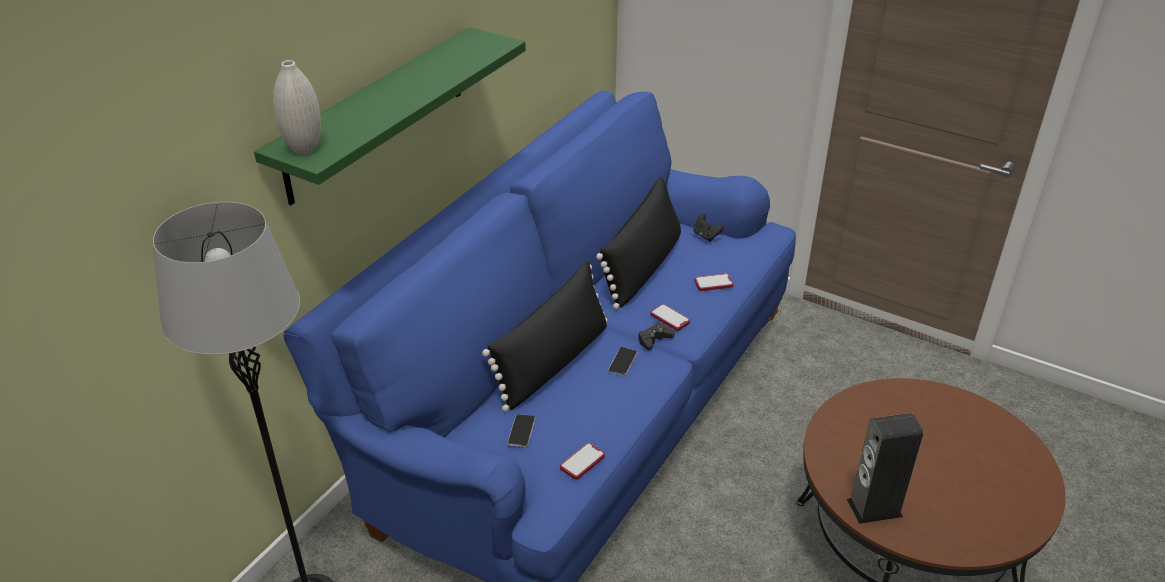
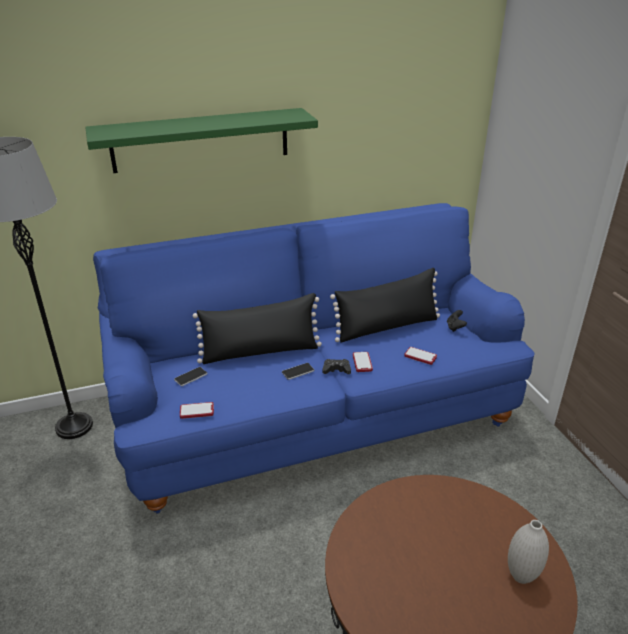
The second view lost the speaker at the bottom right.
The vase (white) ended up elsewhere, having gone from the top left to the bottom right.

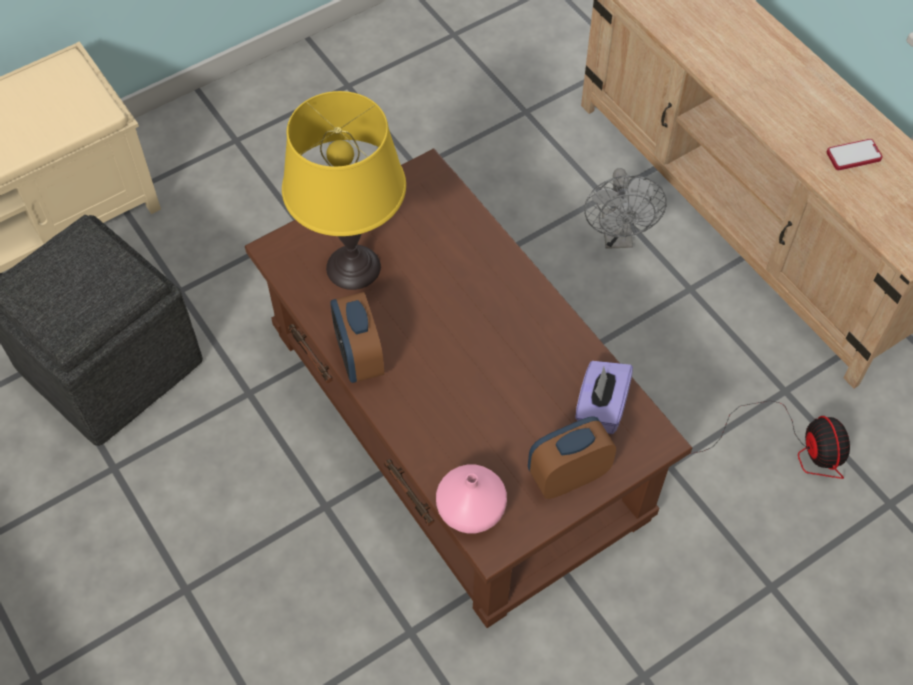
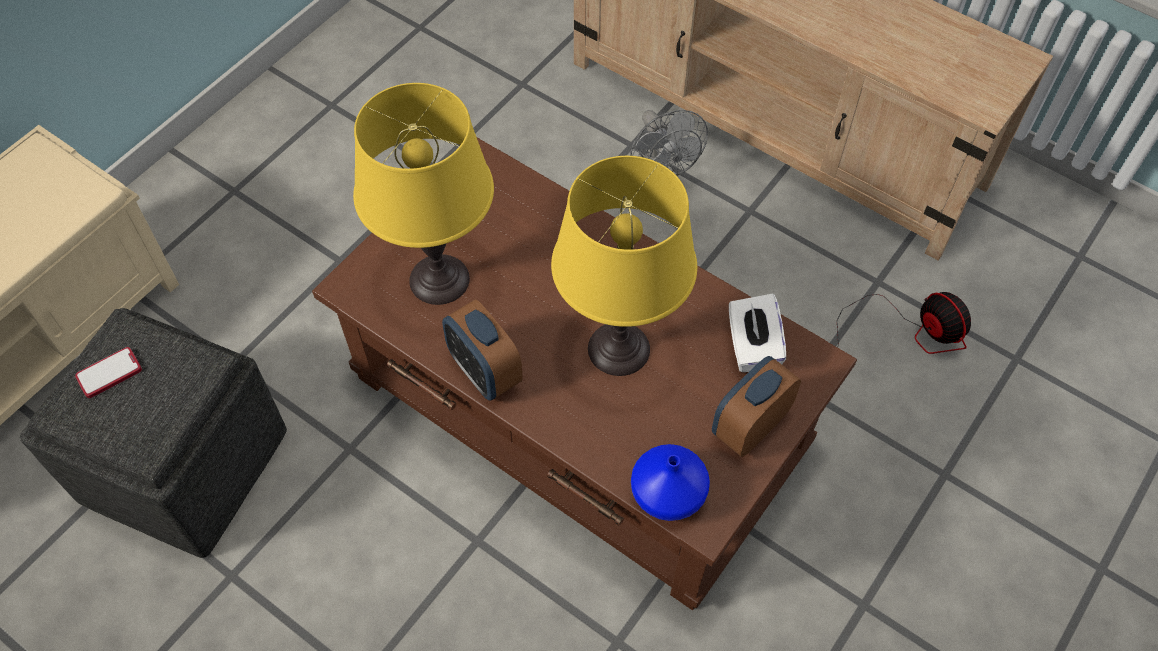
The second view gained the table lamp (yellow) (no. 2 from left) at the centre.
The phone ended up elsewhere, having gone from the top right to the middle left.
What was the vase (pink) at the bottom centre turned into the vase (blue) at the bottom centre.
What was the tissue box (purple) at the centre turned into the tissue box (white) at the centre.

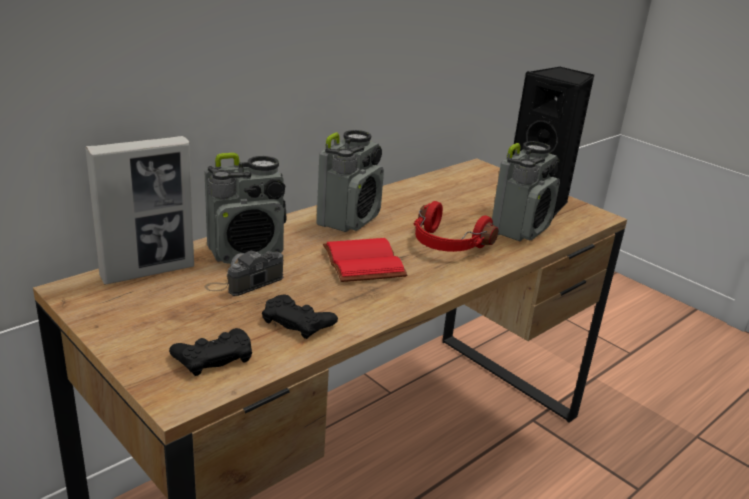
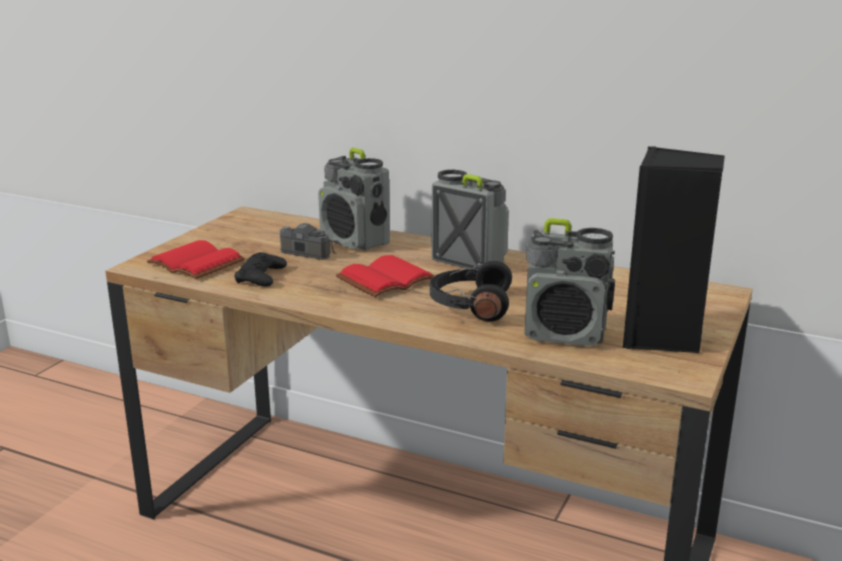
The second view lost the picture frame at the middle left.
Where the game controller (black) (no. 1 from left) stood at the bottom left, the book (red) (no. 1 from left) came to stand at the middle left.
What was the headphones (red) at the centre turned into the headphones (black) at the centre.
The radio (no. 2 from left) at the centre ended up facing another way, 150 degrees counterclockwise from before.

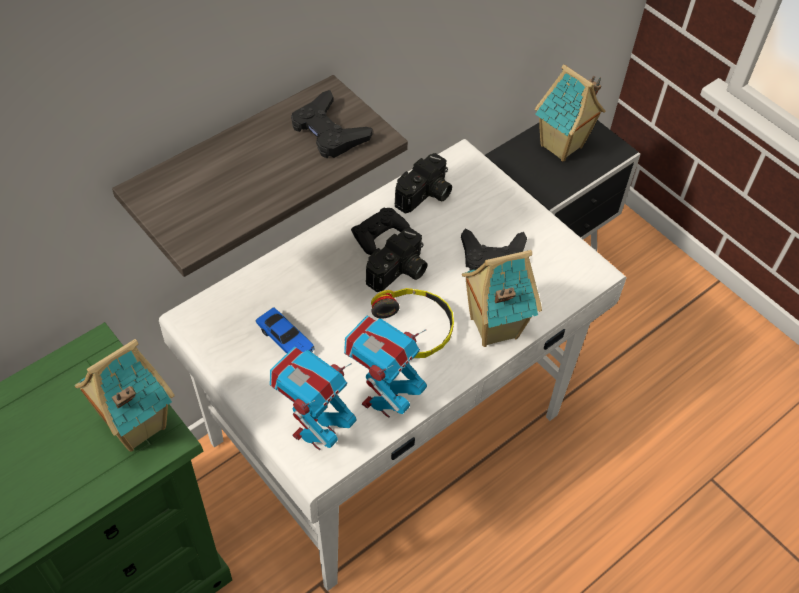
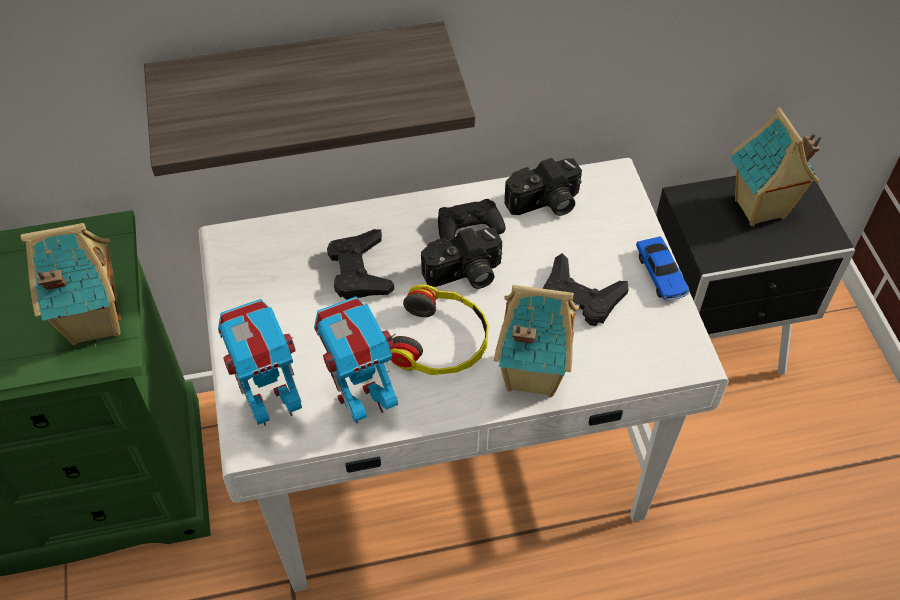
The toy car ended up elsewhere, having gone from the centre to the middle right.
The game controller (black) (no. 1 from left) ended up elsewhere, having gone from the top centre to the centre.

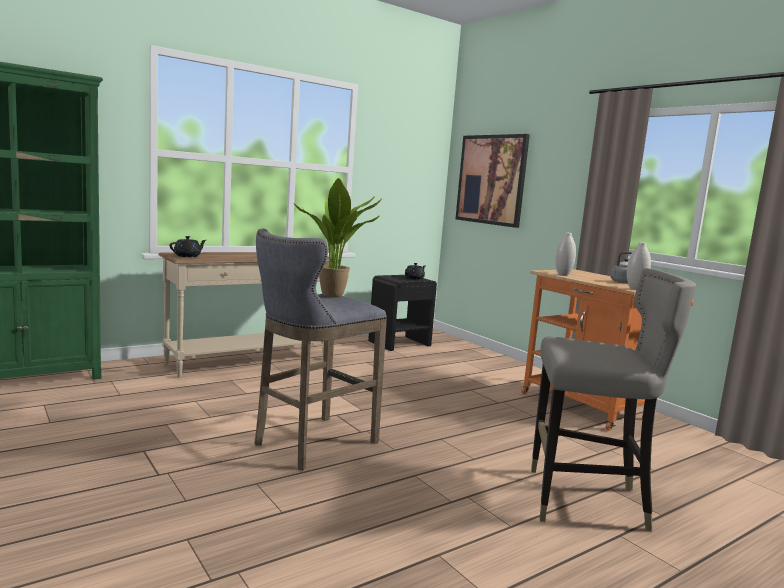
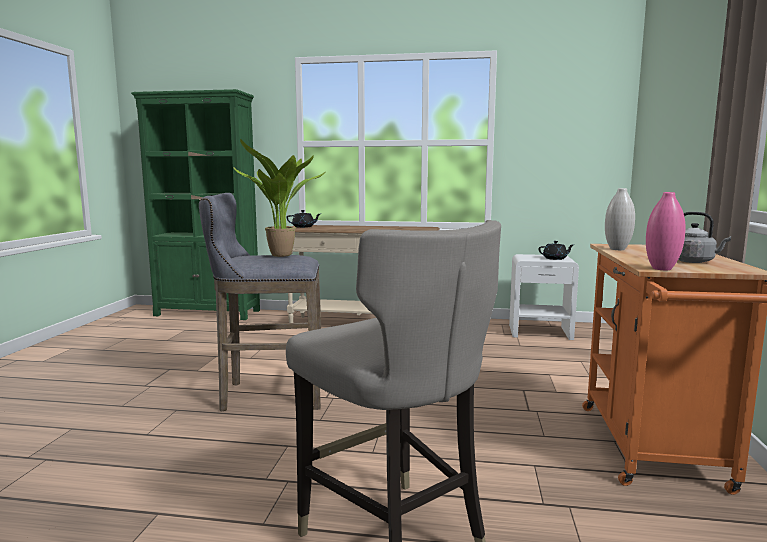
The second view lost the picture at the top centre.
What was the nightstand (black) at the centre turned into the nightstand (white) at the middle right.
What was the vase (white) (no. 2 from left) at the middle right turned into the vase (pink) at the middle right.

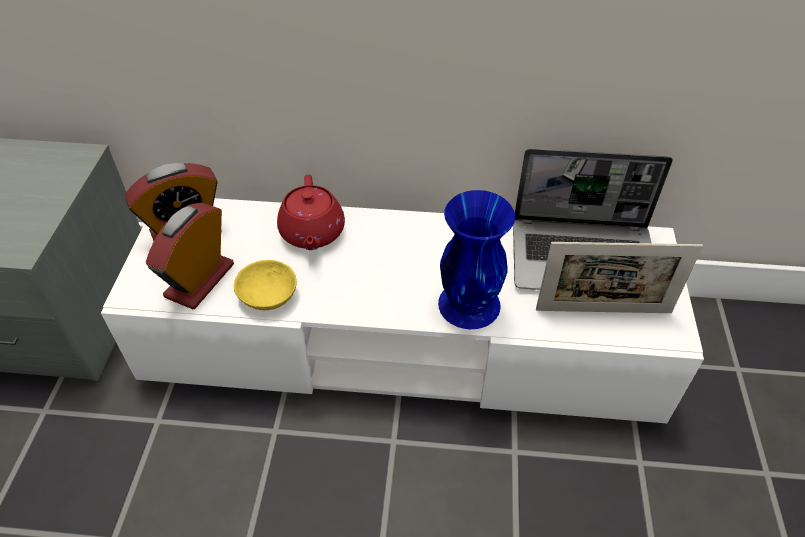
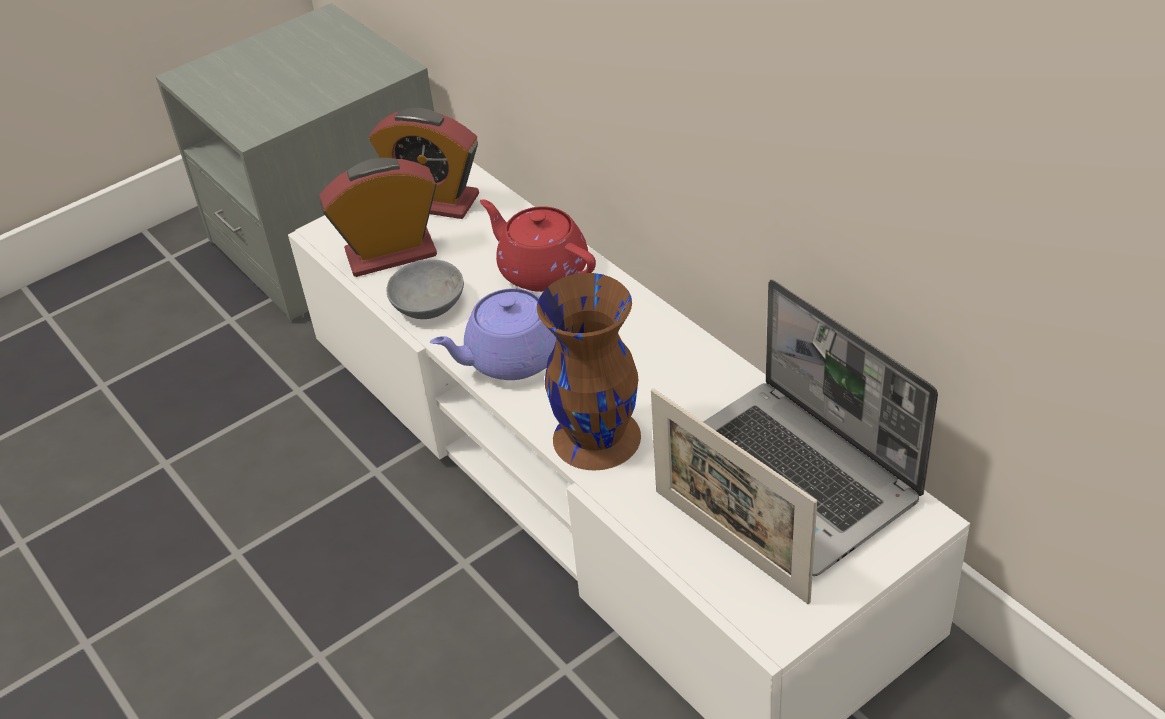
The second view gained the teapot (purple) at the centre.
What was the bowl (yellow) at the middle left turned into the bowl (grey) at the centre.
What was the vase (blue) at the centre turned into the vase (brown) at the centre.
The teapot (red) at the centre ended up facing another way, 90 degrees clockwise from before.

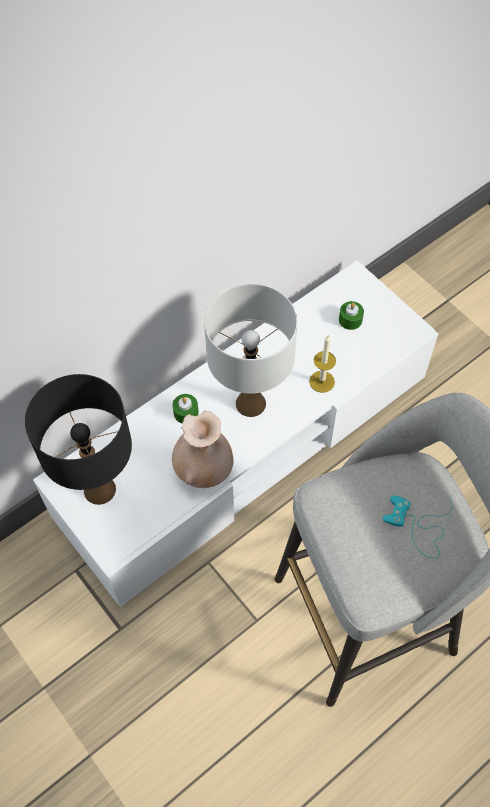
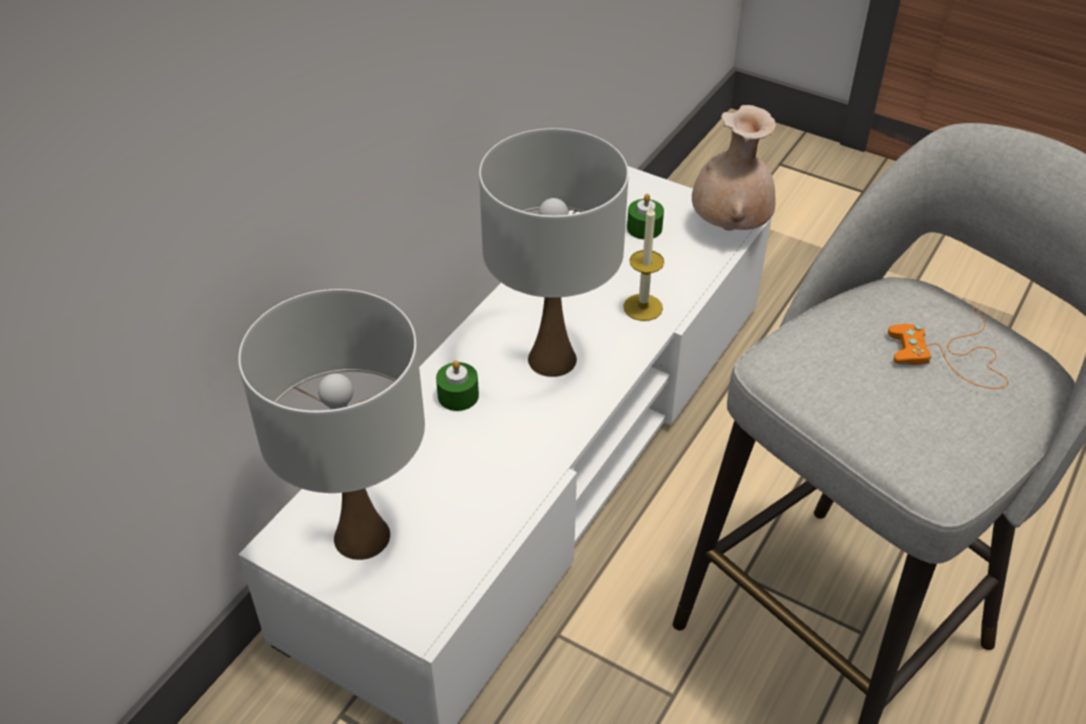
The vase (beige) ended up elsewhere, having gone from the centre to the top right.
What was the table lamp (black) at the middle left turned into the table lamp (white) (no. 1 from left) at the middle left.
What was the game controller (turquoise) at the middle right turned into the game controller (orange) at the middle right.

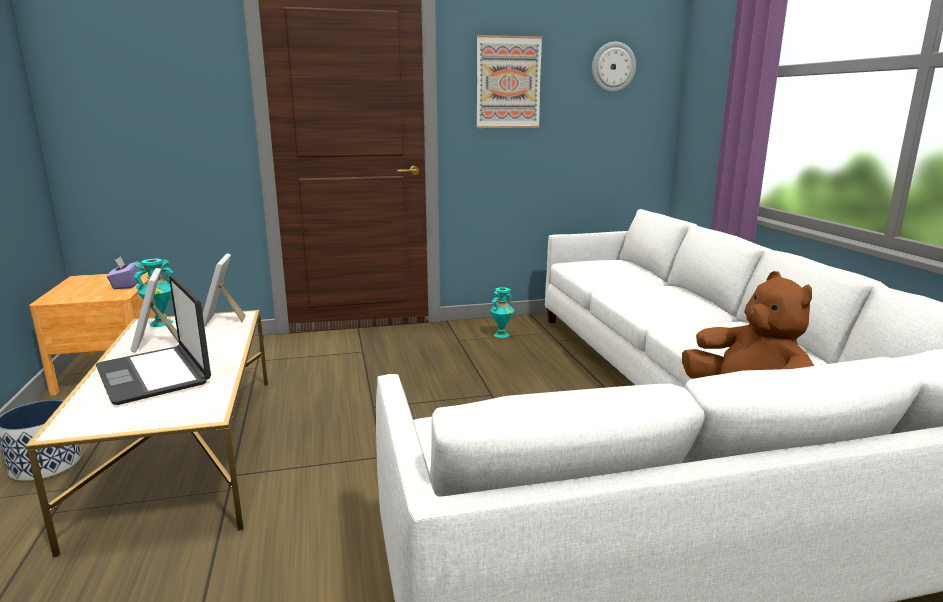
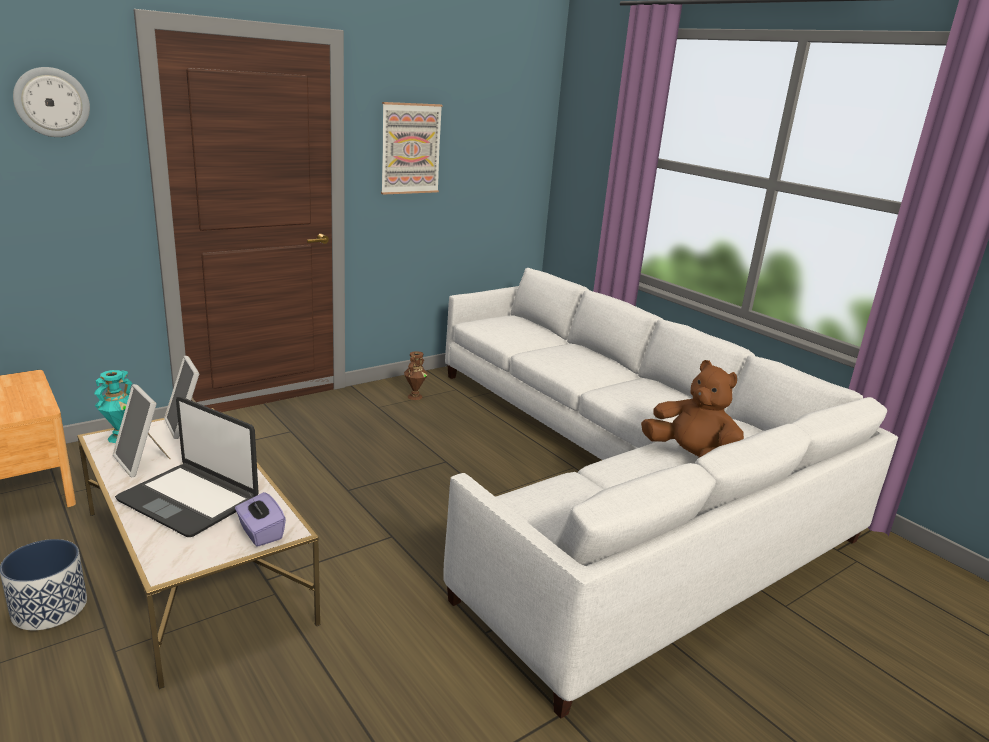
The tissue box (purple) ended up elsewhere, having gone from the middle left to the bottom left.
The wall clock ended up elsewhere, having gone from the top centre to the top left.
What was the vase (turquoise) (no. 2 from left) at the centre turned into the vase (brown) at the centre.

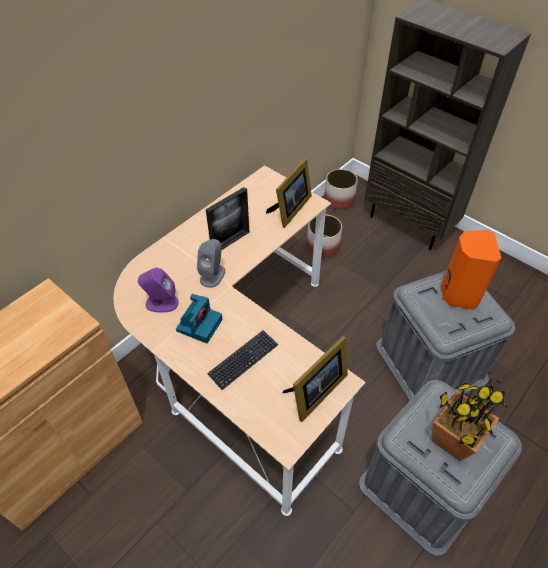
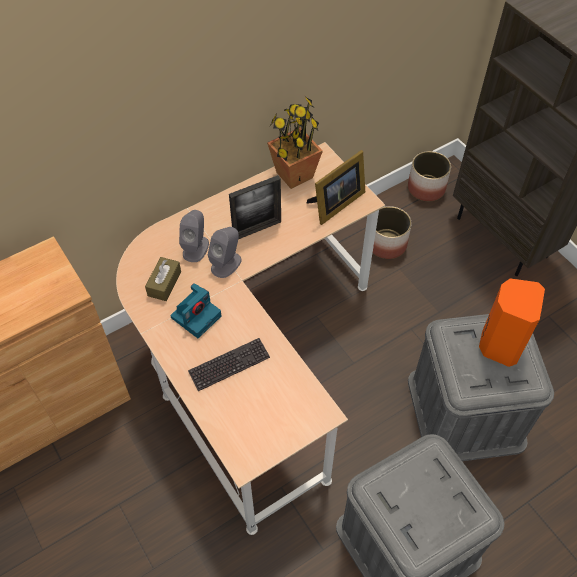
The second view lost the picture frame (no. 3 from left) at the bottom centre.
The second view gained the speaker (grey) (no. 1 from left) at the centre.
The potted plant ended up elsewhere, having gone from the bottom right to the top centre.
Where the speaker (purple) stood at the middle left, the tissue box (brown) came to stand at the middle left.

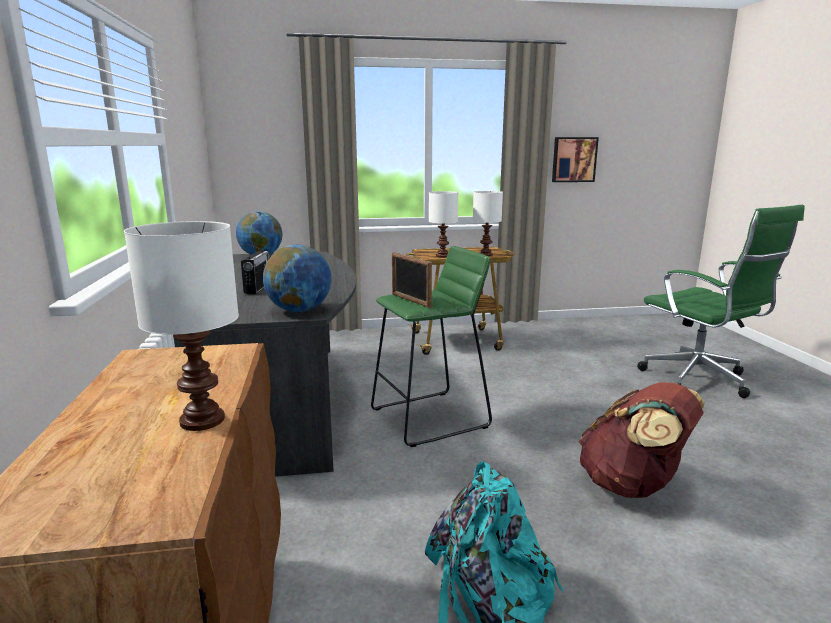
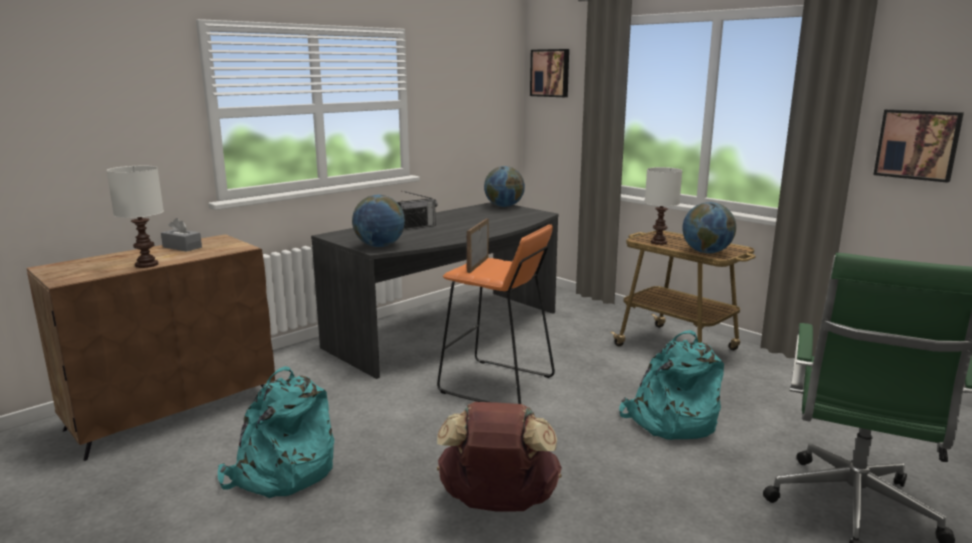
The second view gained the tissue box (grey) at the middle left.
The second view gained the picture (no. 1 from left) at the top centre.
The second view gained the backpack (turquoise) (no. 2 from left) at the bottom right.
Where the table lamp (white) (no. 3 from left) stood at the centre, the globe (no. 3 from left) came to stand at the middle right.
What was the stool (green) at the centre turned into the stool (orange) at the centre.

